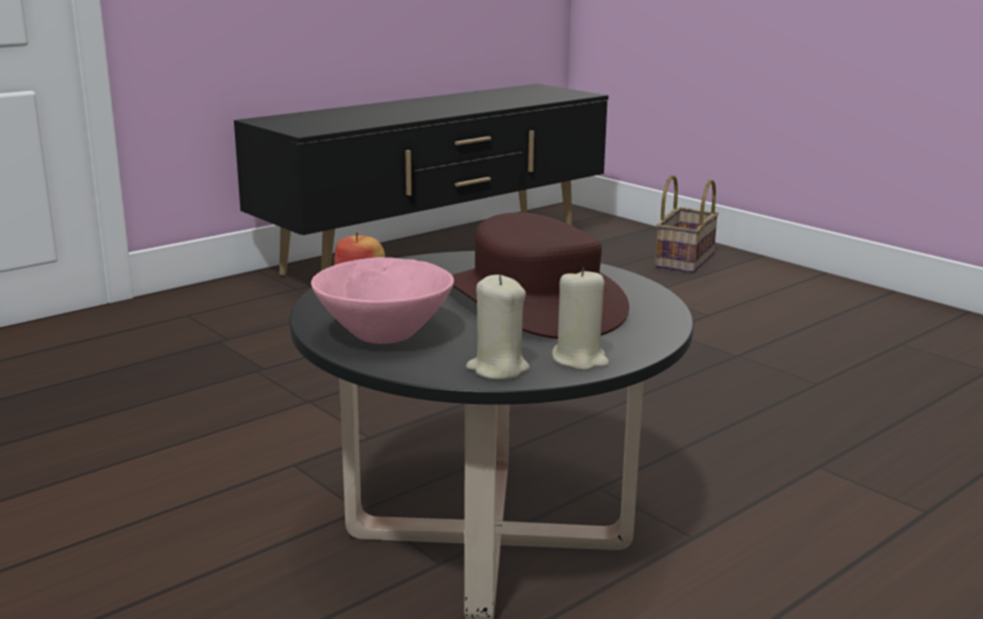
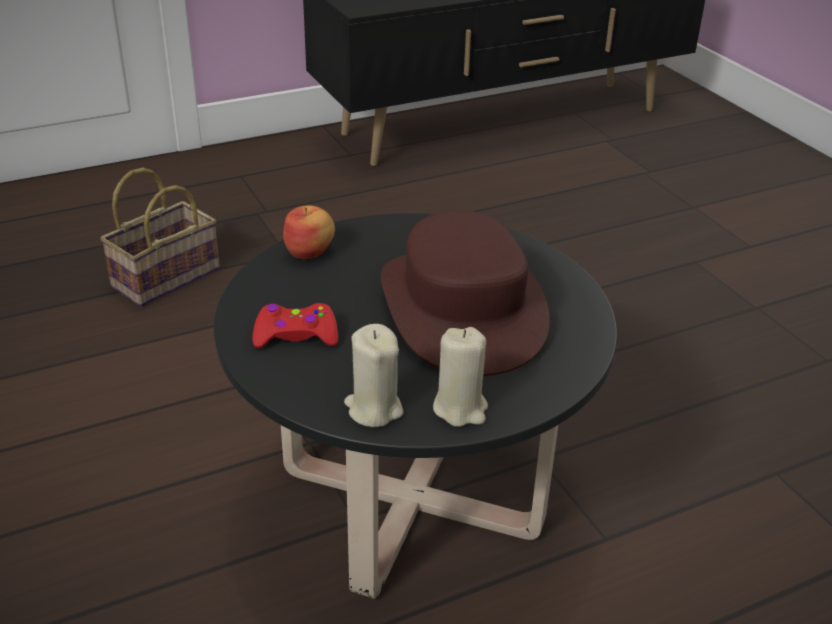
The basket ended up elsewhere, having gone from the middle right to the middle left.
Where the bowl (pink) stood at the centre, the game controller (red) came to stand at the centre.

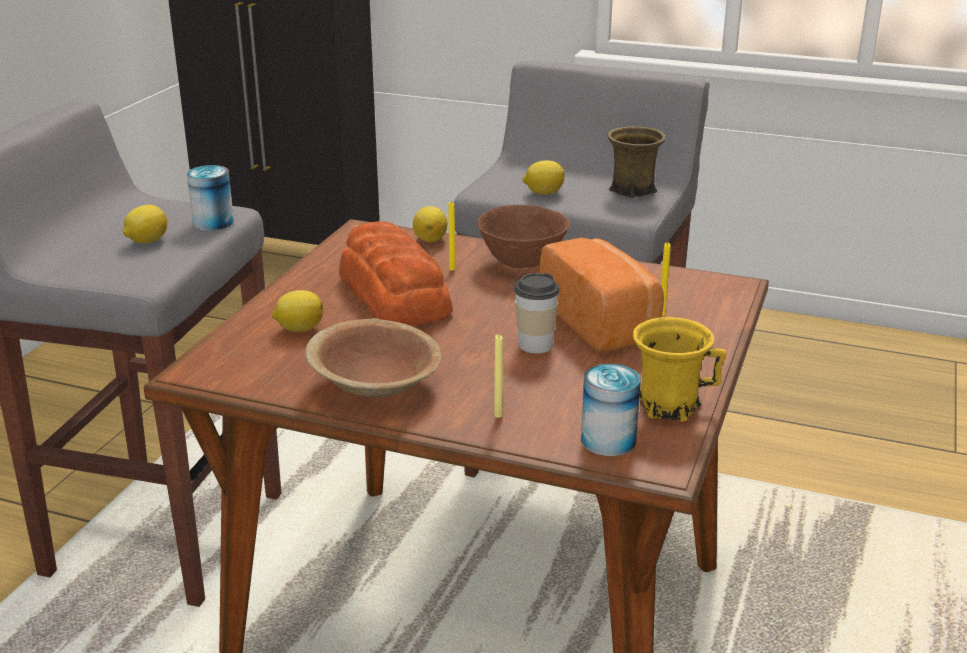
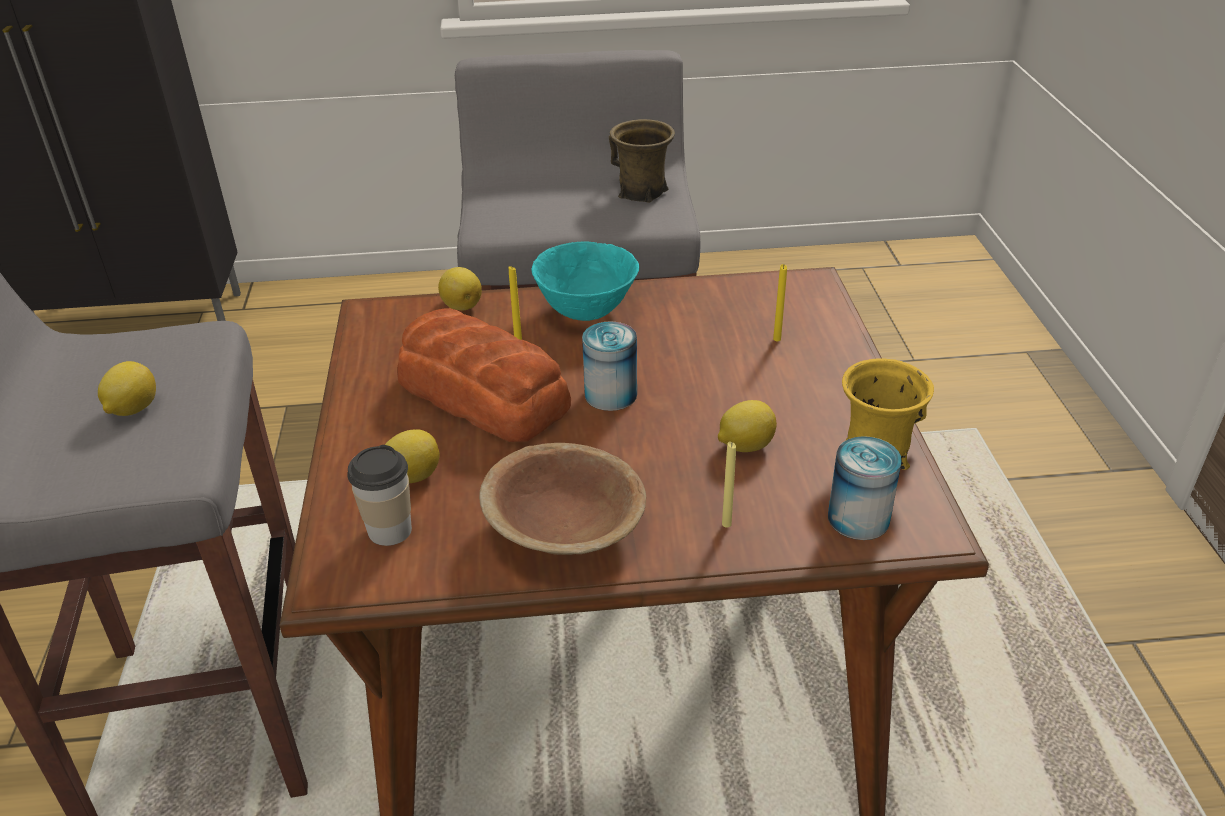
The second view lost the bread (no. 2 from left) at the centre.
The can (no. 1 from left) ended up elsewhere, having gone from the top left to the centre.
The cup ended up elsewhere, having gone from the centre to the middle left.
The lemon (no. 4 from left) ended up elsewhere, having gone from the top centre to the centre.
What was the bowl (brown) (no. 2 from left) at the centre turned into the bowl (turquoise) at the centre.

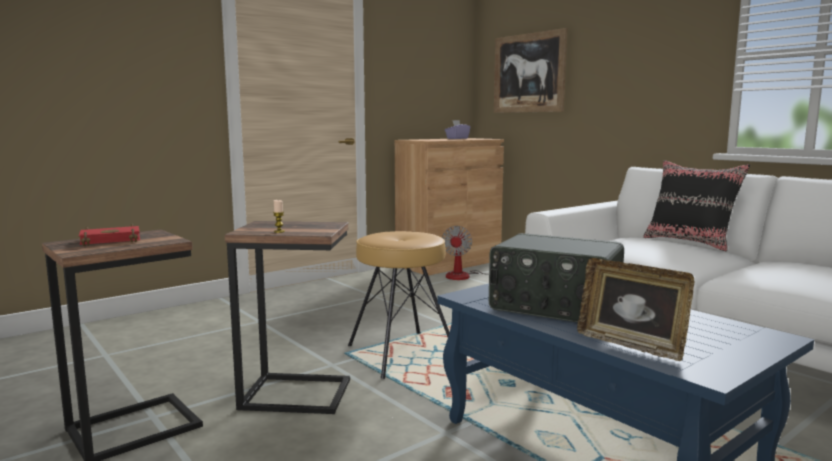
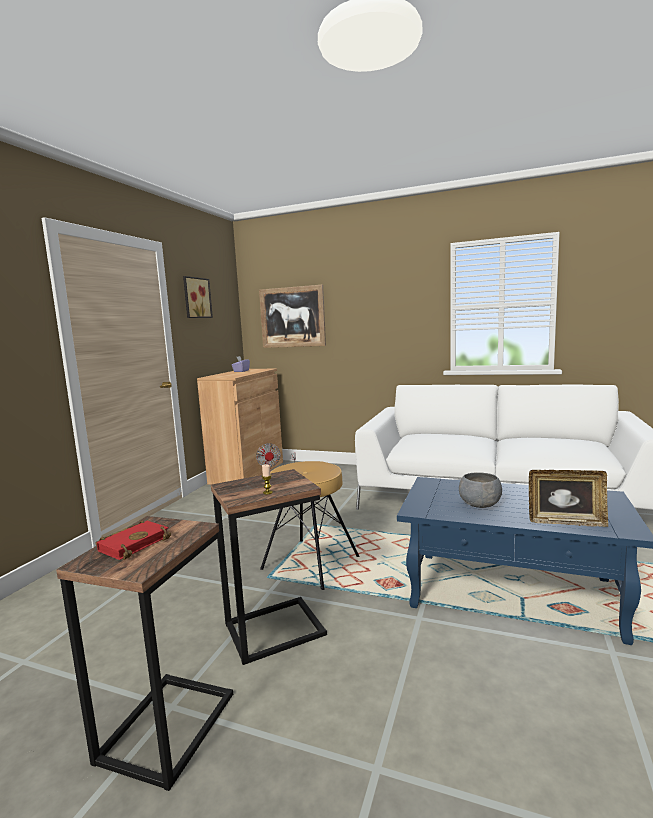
The second view lost the pillow (black) at the middle right.
The second view gained the picture (no. 1 from left) at the middle left.
Where the radio stood at the middle right, the bowl (grey) came to stand at the middle right.

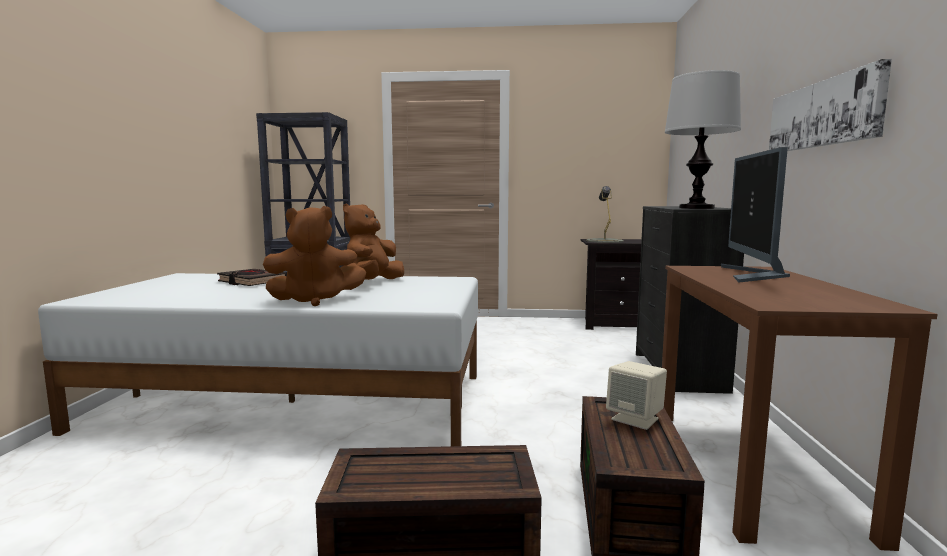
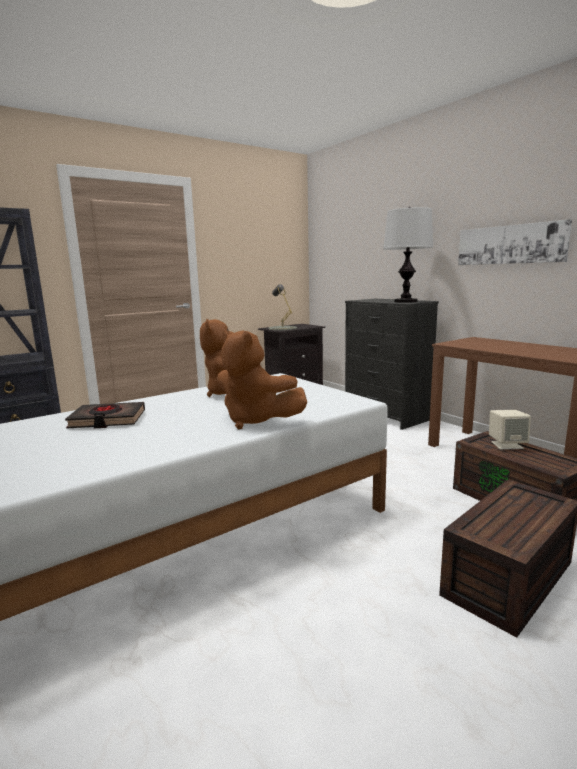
The second view lost the monitor at the middle right.
The plush toy (brown) (no. 1 from left in the first image) at the middle left ended up facing another way, 90 degrees clockwise from before.

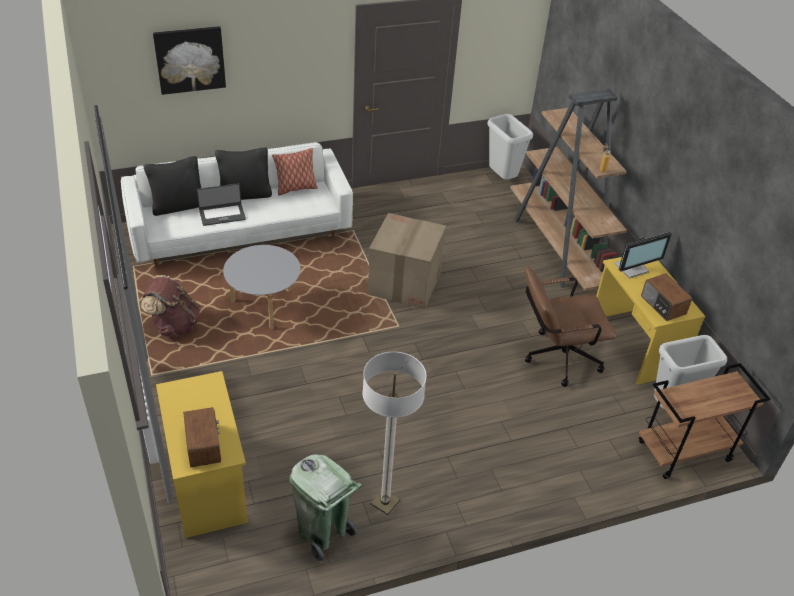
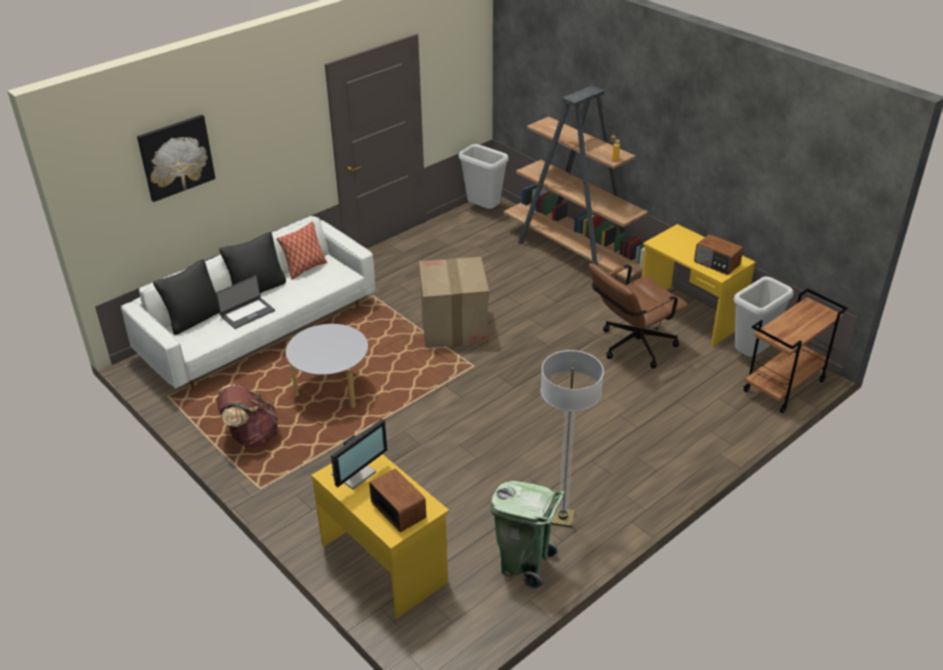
The monitor ended up elsewhere, having gone from the middle right to the bottom centre.

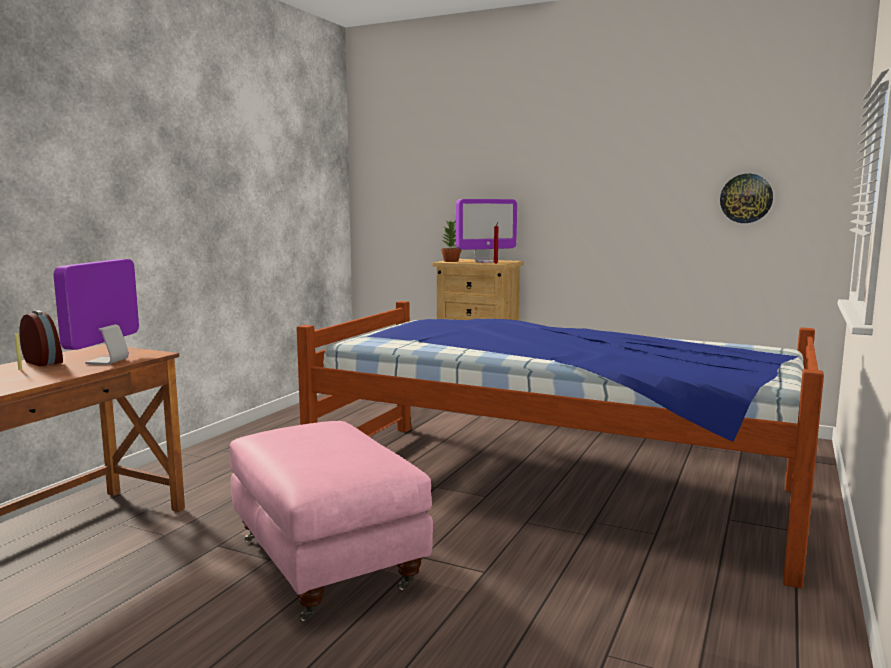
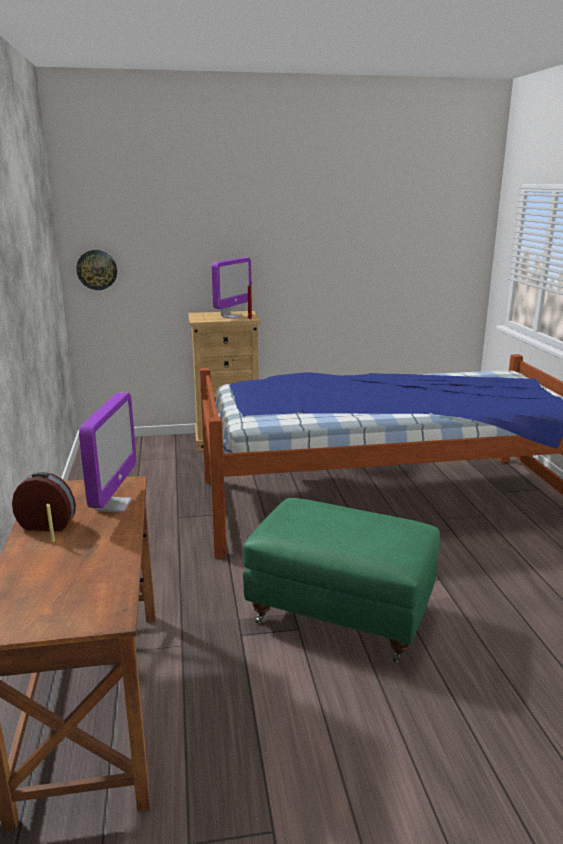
The second view lost the potted plant at the centre.
The wall clock ended up elsewhere, having gone from the top right to the top left.
What was the ottoman (pink) at the bottom centre turned into the ottoman (green) at the bottom centre.
The monitor (no. 1 from left) at the middle left ended up facing another way, 150 degrees counterclockwise from before.

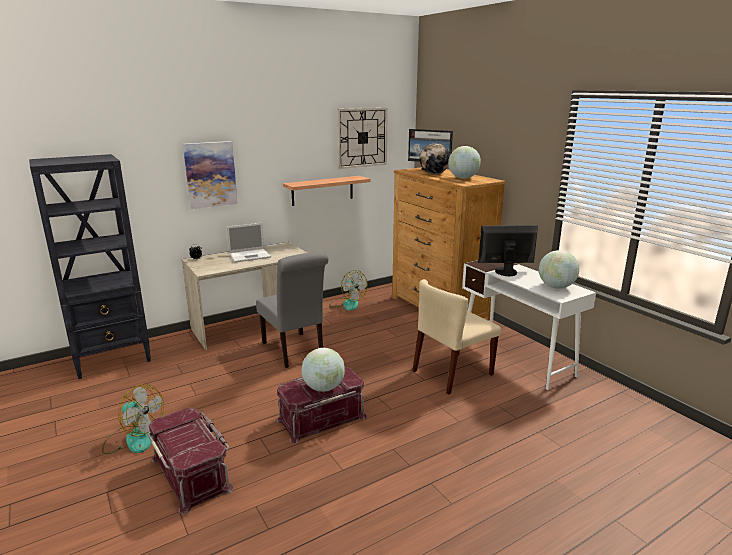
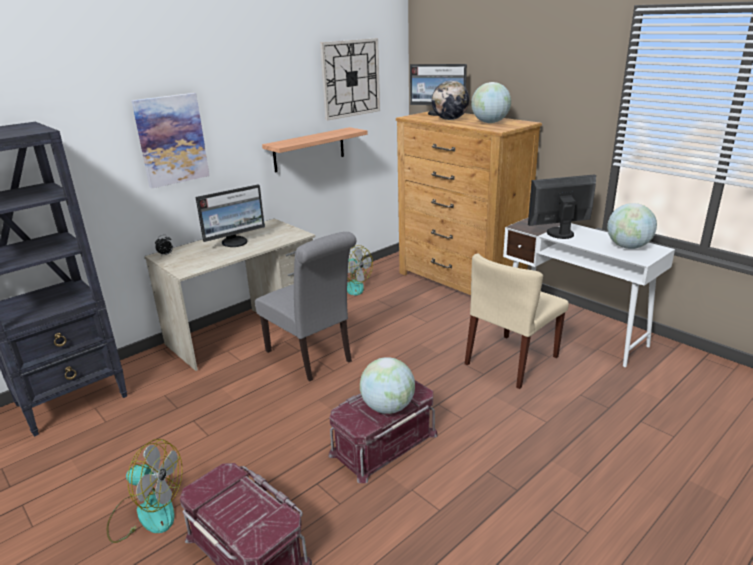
Where the laptop stood at the centre, the monitor (no. 1 from left) came to stand at the middle left.

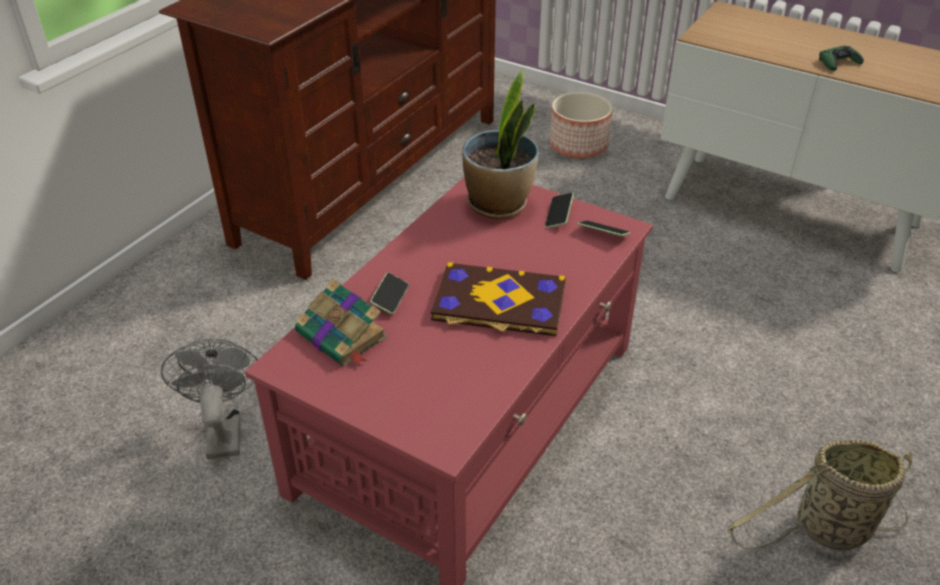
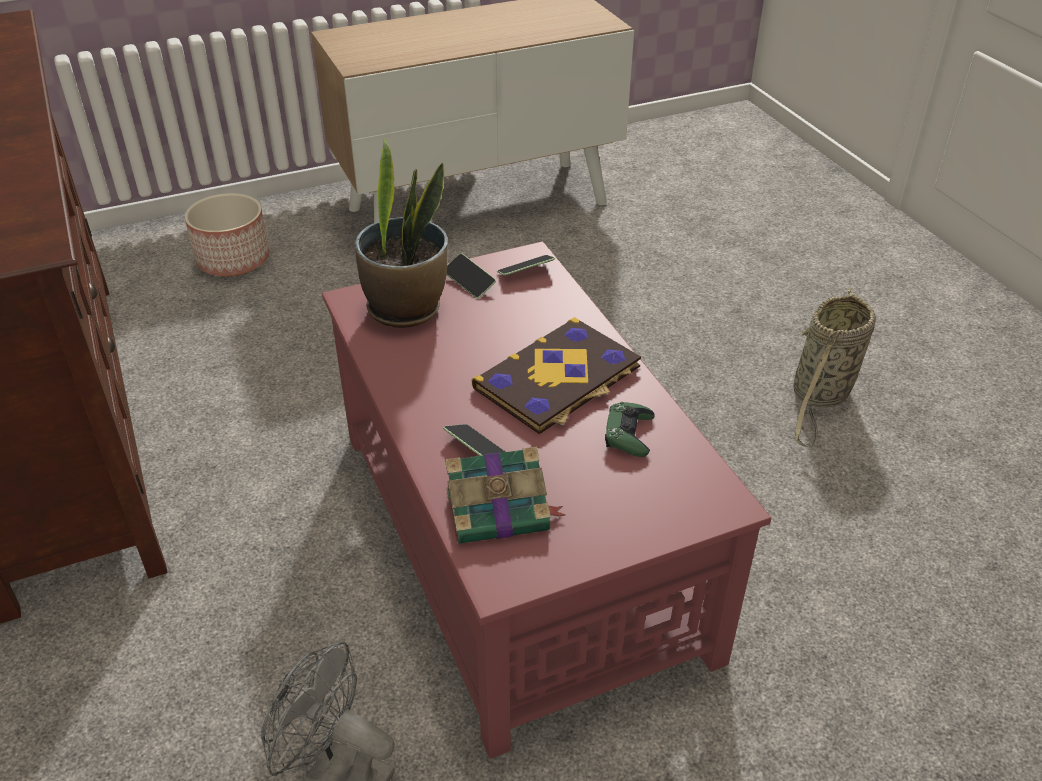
The game controller (green) ended up elsewhere, having gone from the top right to the centre.

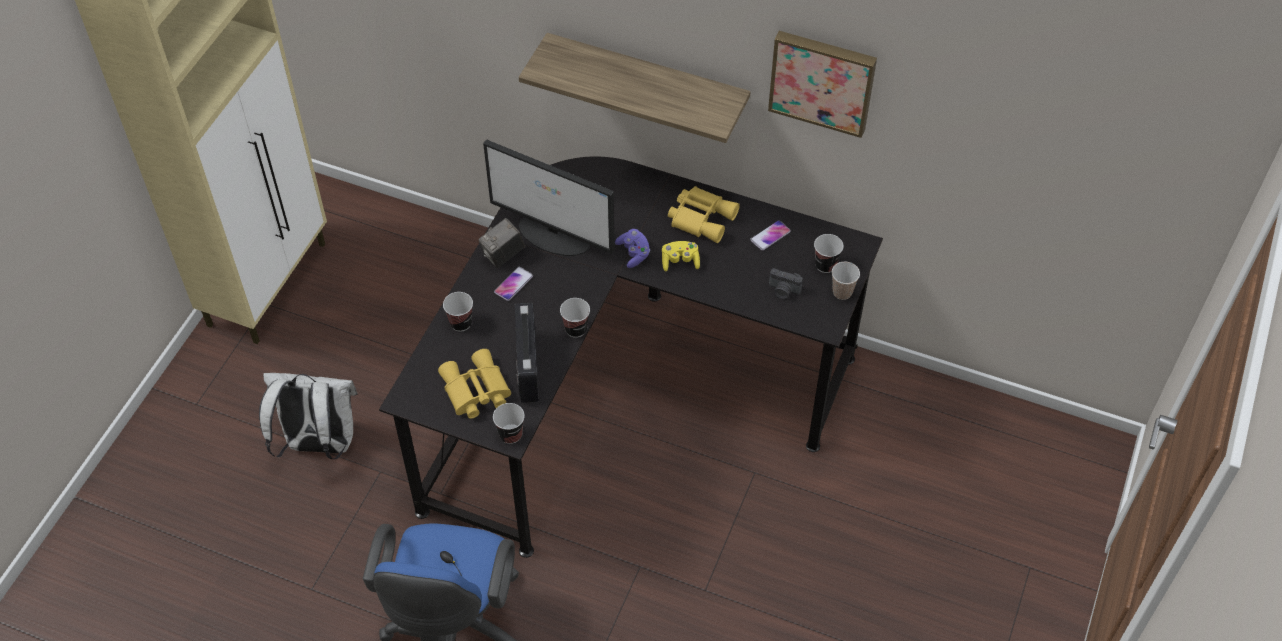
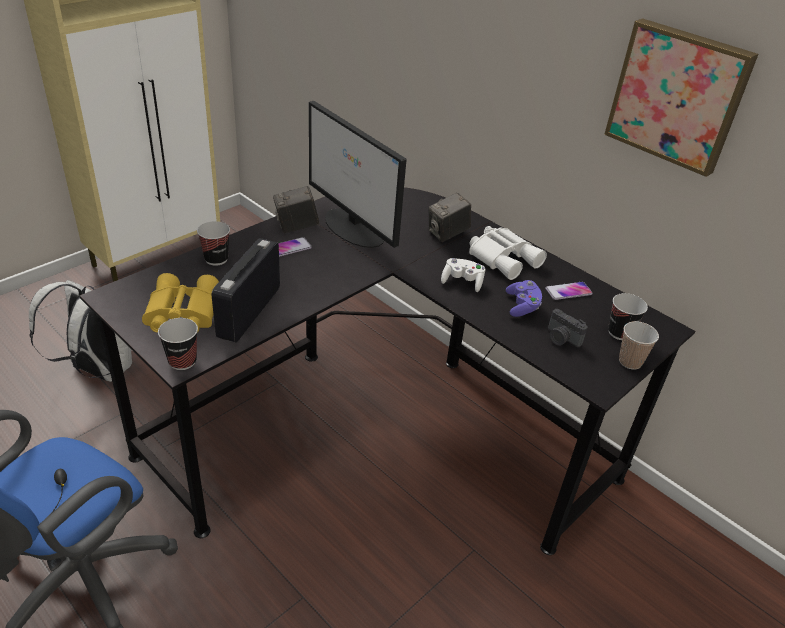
The second view lost the shelf at the top centre.
The second view lost the cup (no. 3 from left) at the centre.
The second view gained the photo camera (no. 2 from left) at the centre.
The game controller (purple) ended up elsewhere, having gone from the centre to the middle right.
What was the game controller (yellow) at the centre turned into the game controller (white) at the centre.
What was the binoculars (yellow) (no. 2 from left) at the centre turned into the binoculars (white) at the centre.

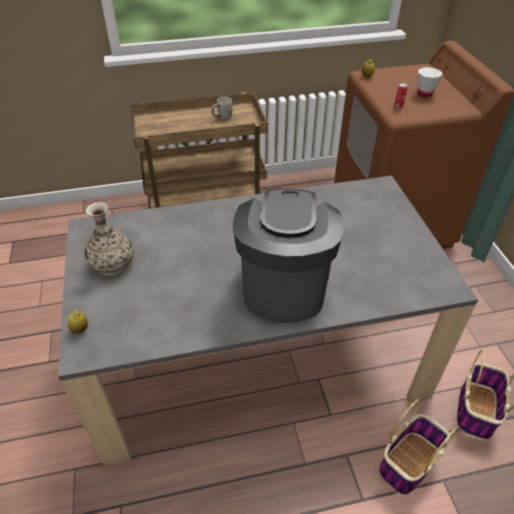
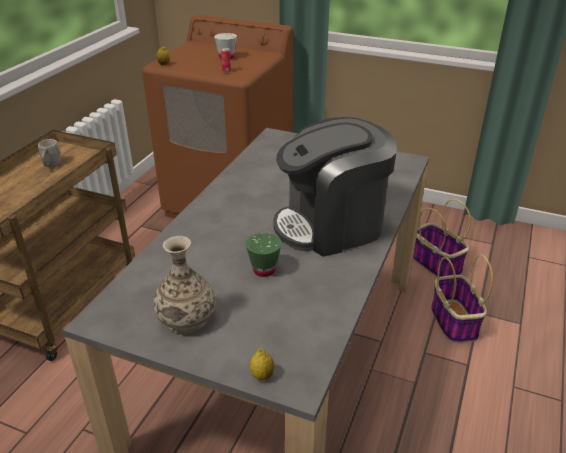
The second view gained the cup (green) at the centre.
The coffee machine at the centre ended up facing another way, 60 degrees counterclockwise from before.

